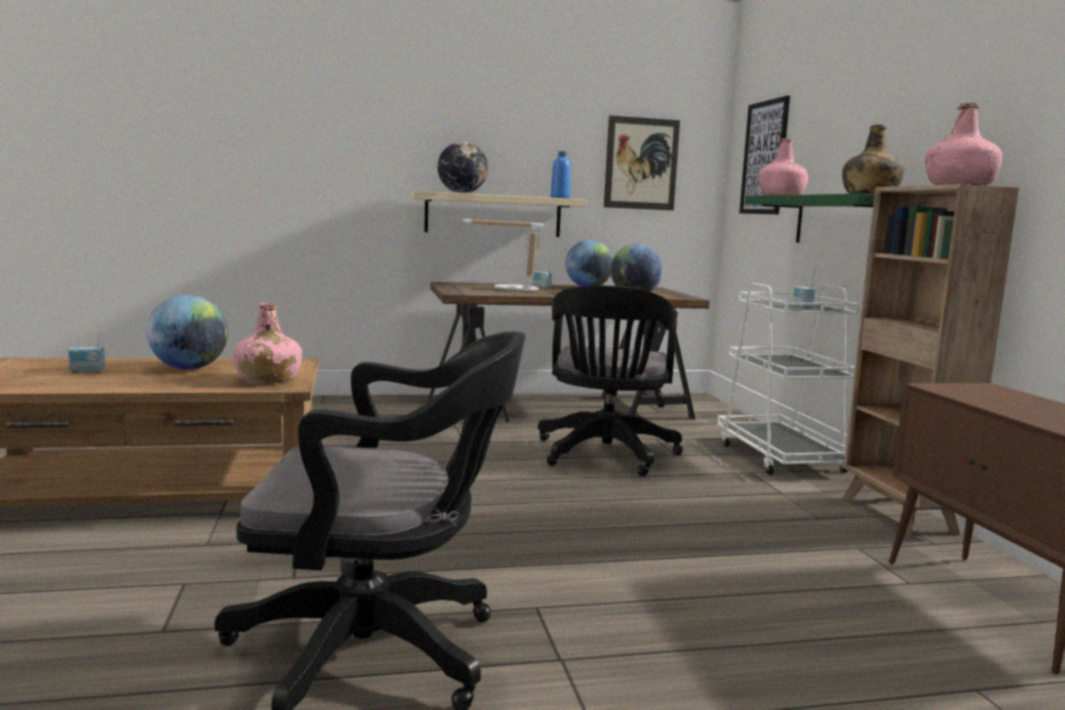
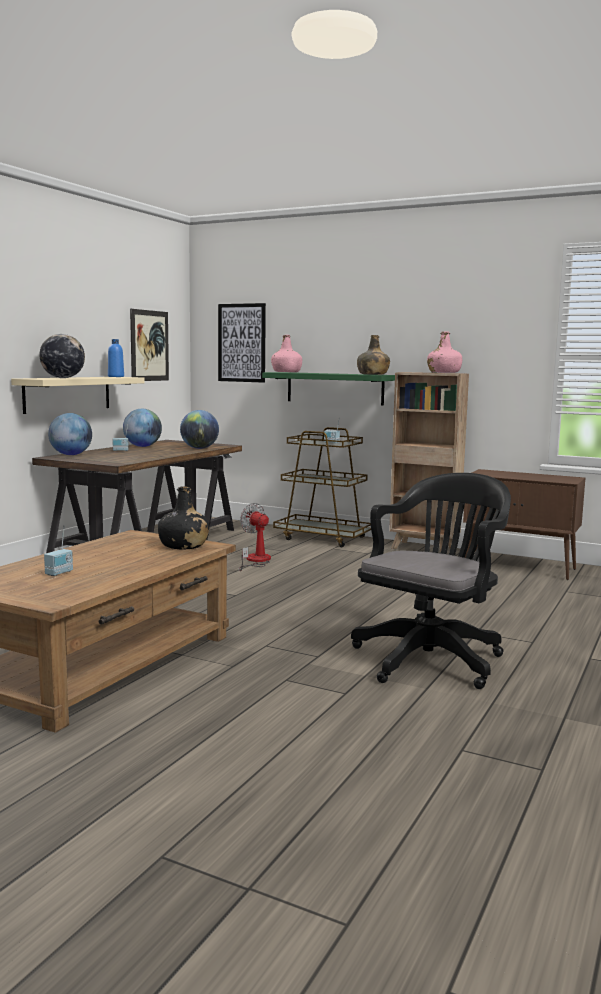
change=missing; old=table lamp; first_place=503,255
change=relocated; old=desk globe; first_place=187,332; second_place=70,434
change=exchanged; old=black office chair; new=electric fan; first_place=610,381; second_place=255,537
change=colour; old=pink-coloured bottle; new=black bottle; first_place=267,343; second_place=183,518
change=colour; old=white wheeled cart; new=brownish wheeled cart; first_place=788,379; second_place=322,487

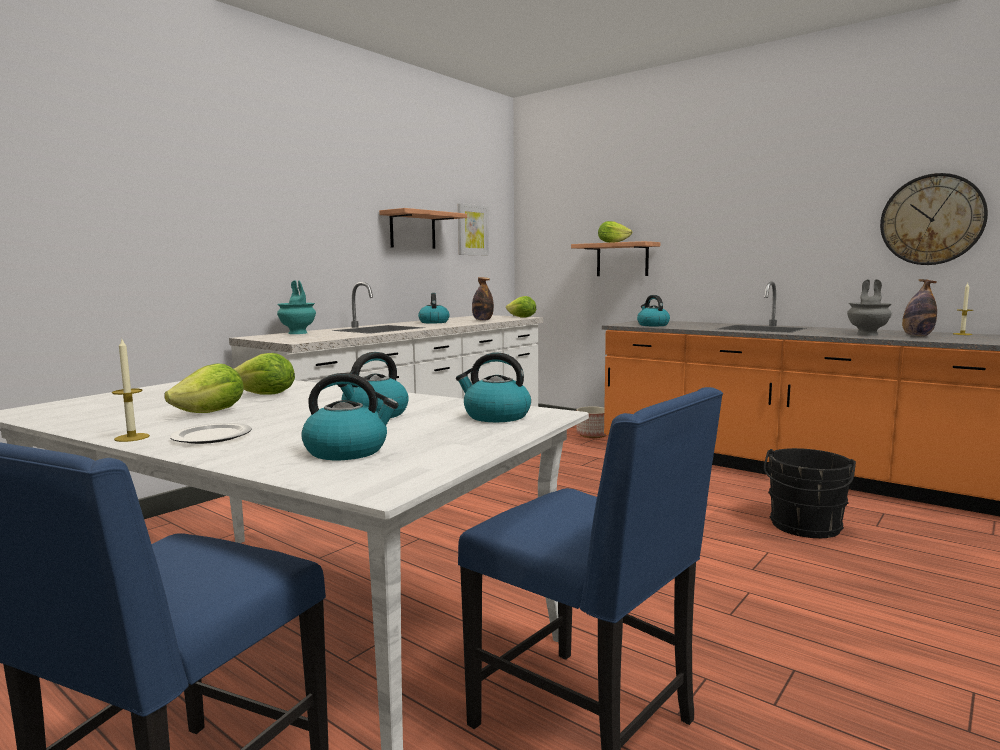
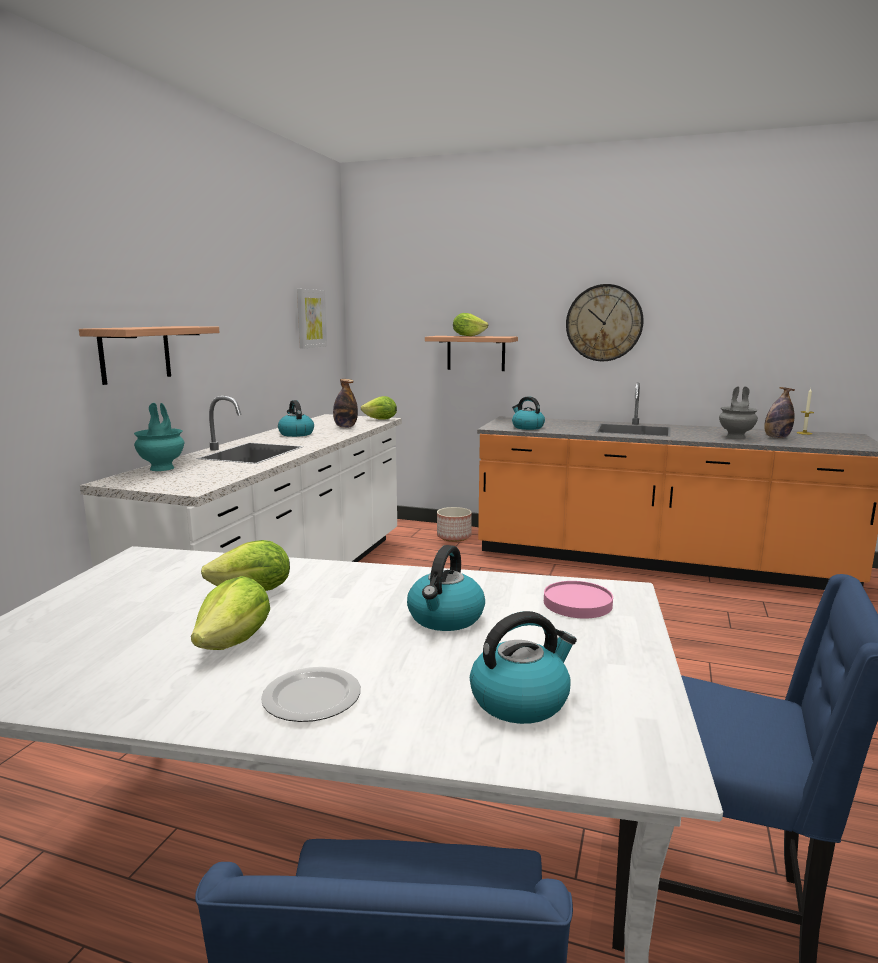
change=missing; old=candle; first_place=131,390
change=missing; old=black water bucket; first_place=810,493
change=relocated; old=bracket shelf; first_place=423,228; second_place=149,355
change=relocated; old=hanging clock; first_place=934,219; second_place=605,322
change=exchanged; old=tea kettle; new=pink-coloured dinner plate; first_place=493,387; second_place=578,599

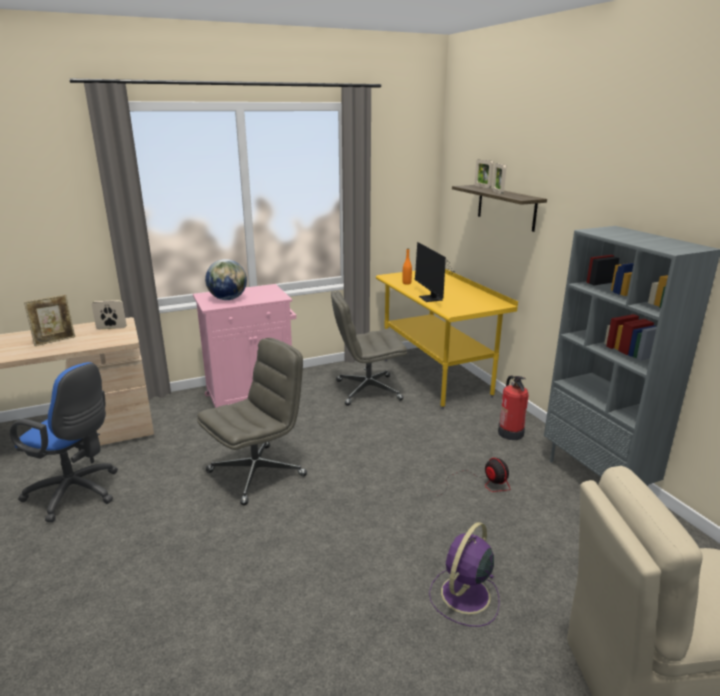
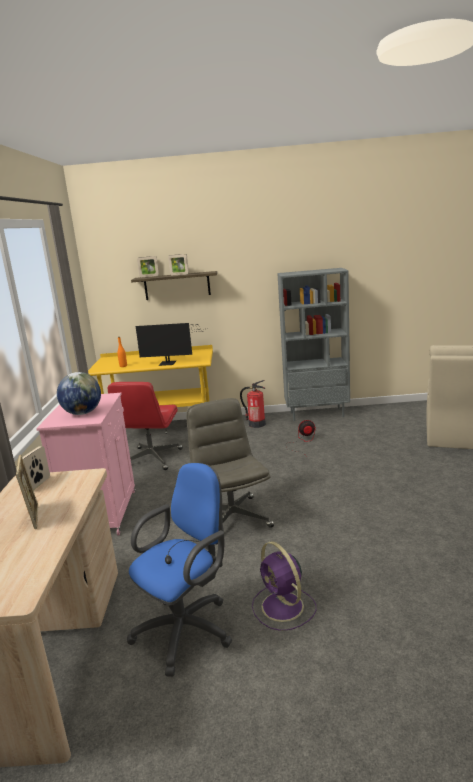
change=relocated; old=purplish electric fan; first_place=464,574; second_place=284,586
change=colour; old=greyish office chair; new=reddish office chair; first_place=369,348; second_place=145,426

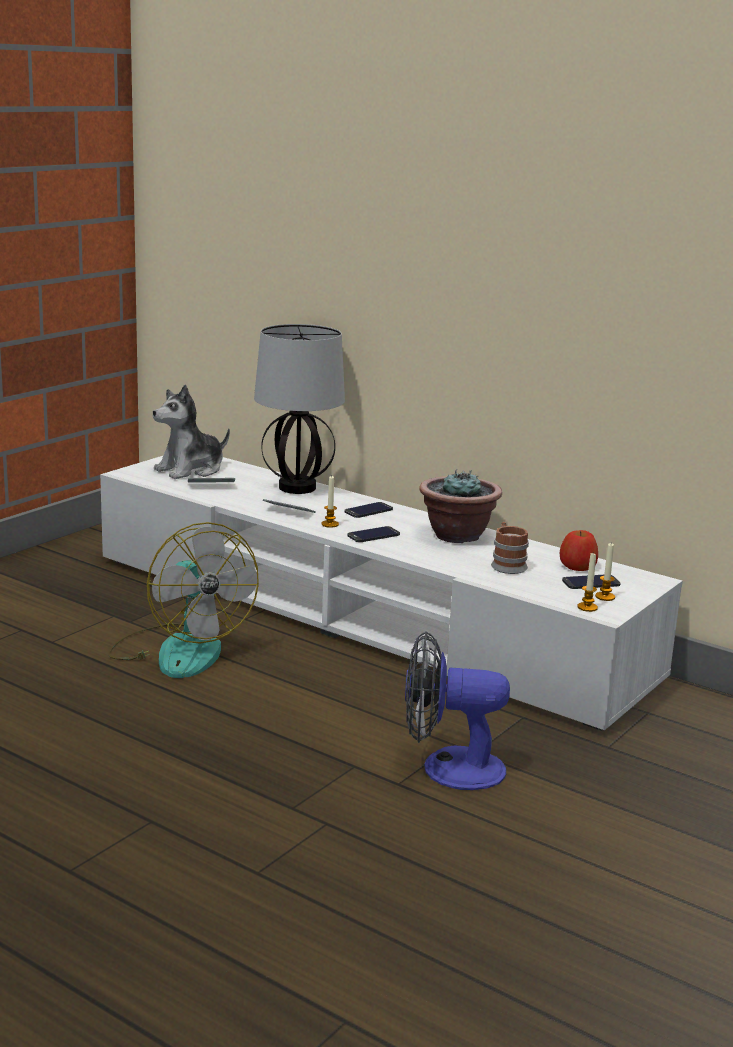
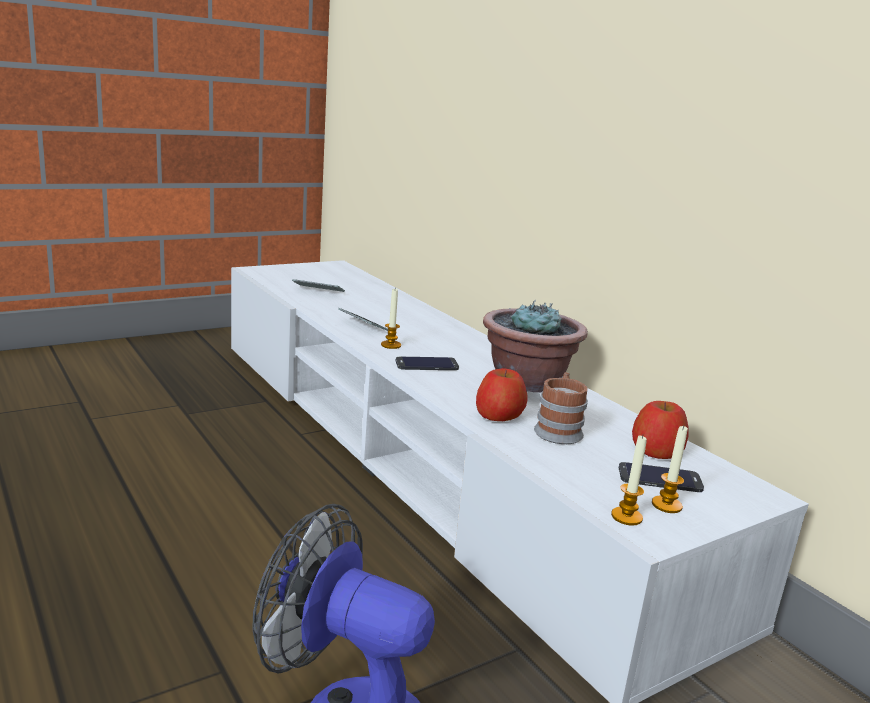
change=missing; old=electric fan; first_place=183,600
change=missing; old=cuddly toy; first_place=191,431
change=missing; old=table lamp; first_place=299,409
change=missing; old=phone; first_place=368,510
change=appeared; new=apple; second_place=501,394

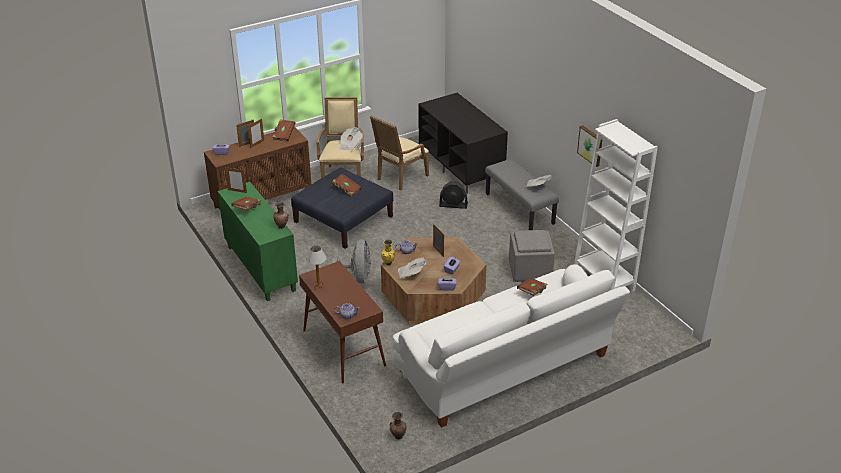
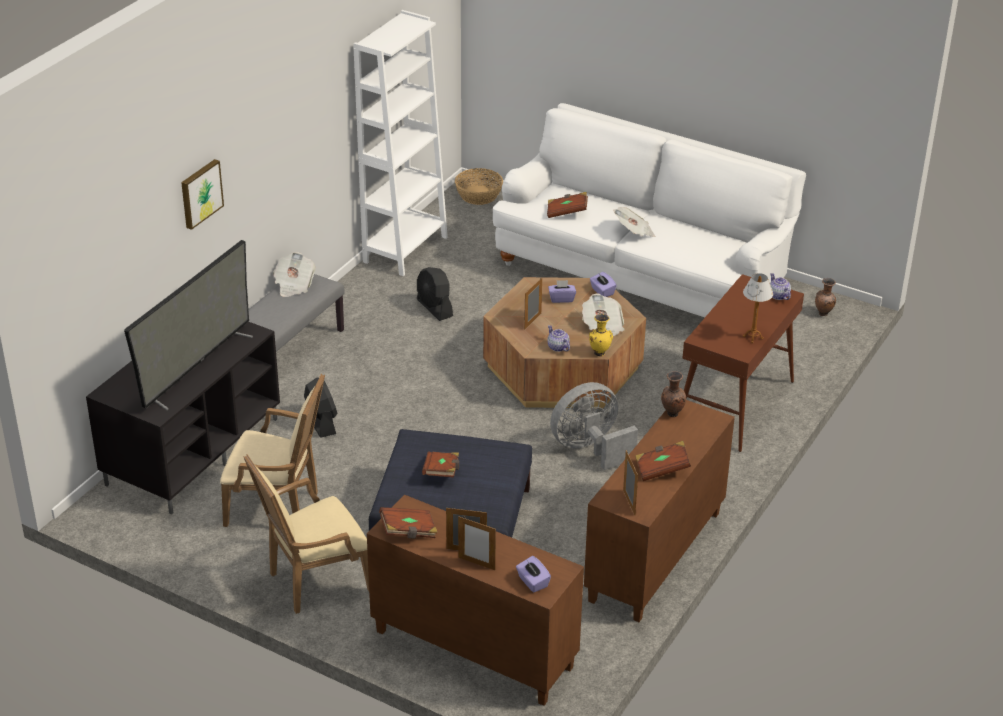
change=appeared; new=TV set; second_place=188,325
change=appeared; new=storage basket; second_place=479,186
change=relocated; old=printed paper; first_place=351,138; second_place=634,222
change=relocated; old=wall art; first_place=589,146; second_place=202,194
change=exchanged; old=greyish footrest; new=black electric fan; first_place=532,256; second_place=435,294
change=colour; old=greenish storage cabinet; new=brownish storage cabinet; first_place=258,241; second_place=659,511

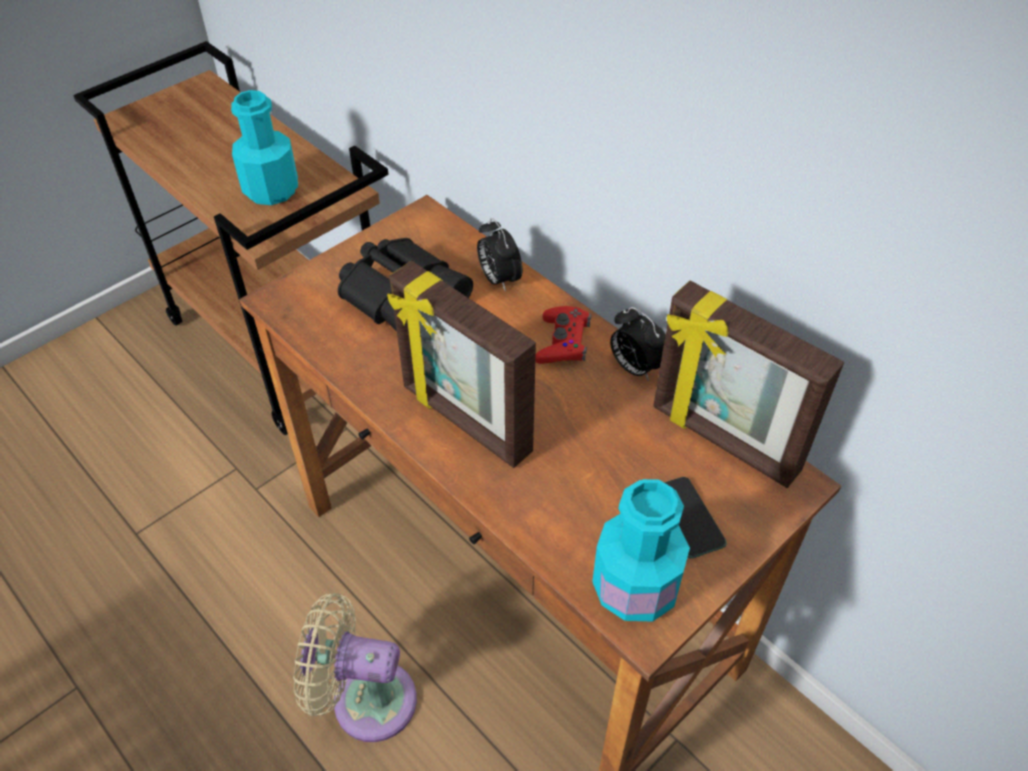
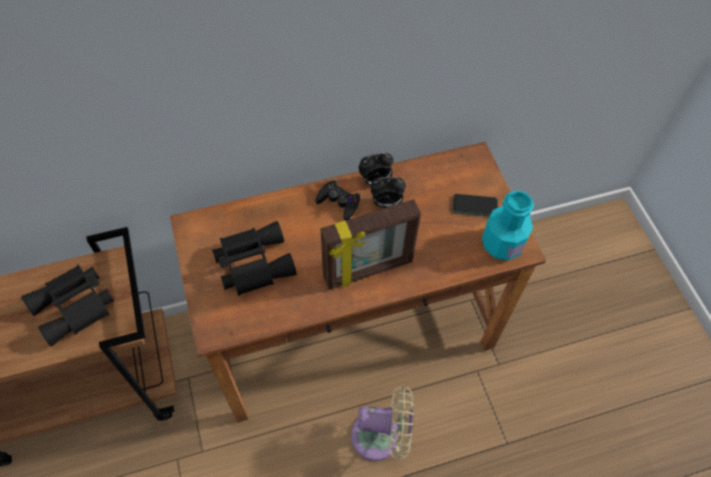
change=missing; old=standing frame; first_place=748,384
change=relocated; old=bedside clock; first_place=499,255; second_place=388,192
change=exchanged; old=turquoise bottle; new=black pair of binoculars; first_place=264,147; second_place=67,305
change=colour; old=reddish joypad; new=black joypad; first_place=563,335; second_place=337,200
change=spun; old=beige electric fan; first_place=355,667; second_place=382,423; degrees=-120

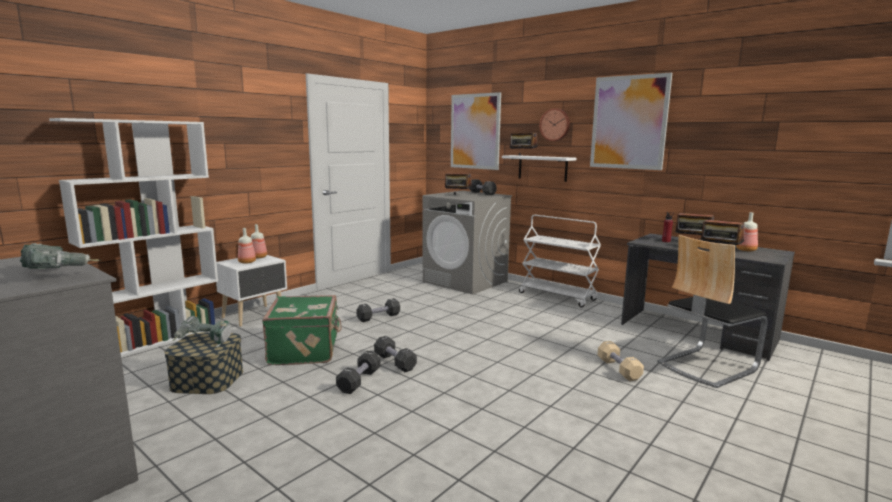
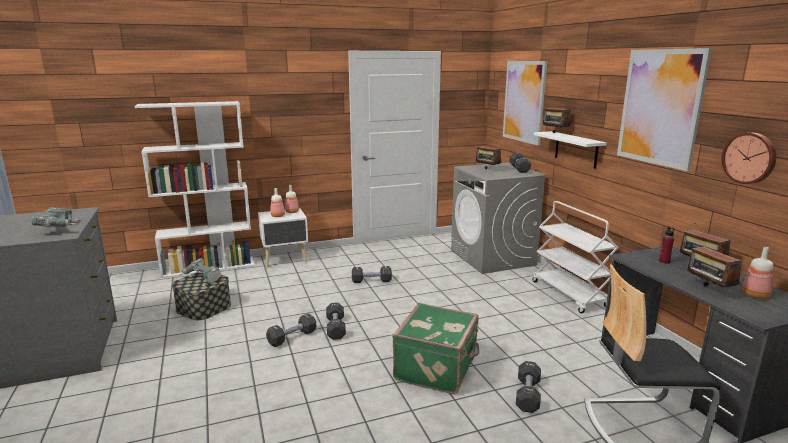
change=relocated; old=greenish travel case; first_place=302,330; second_place=435,348
change=relocated; old=hanging clock; first_place=555,124; second_place=749,158
change=colour; old=beige dumbbell; new=black dumbbell; first_place=621,361; second_place=528,387

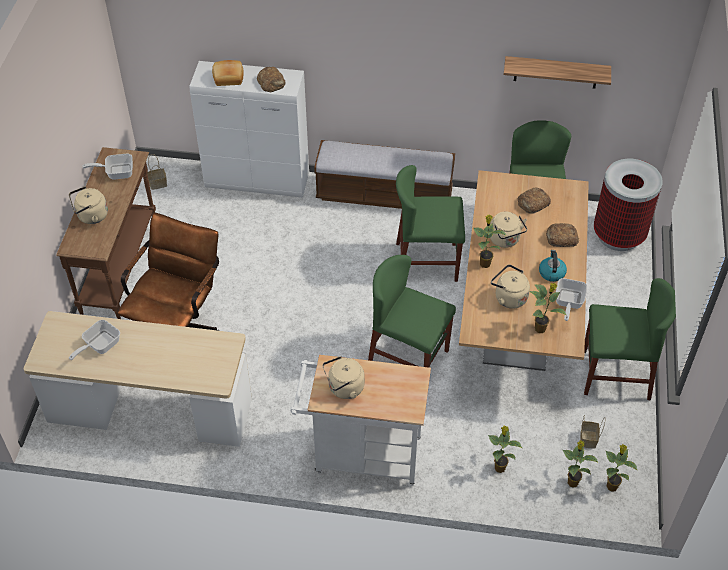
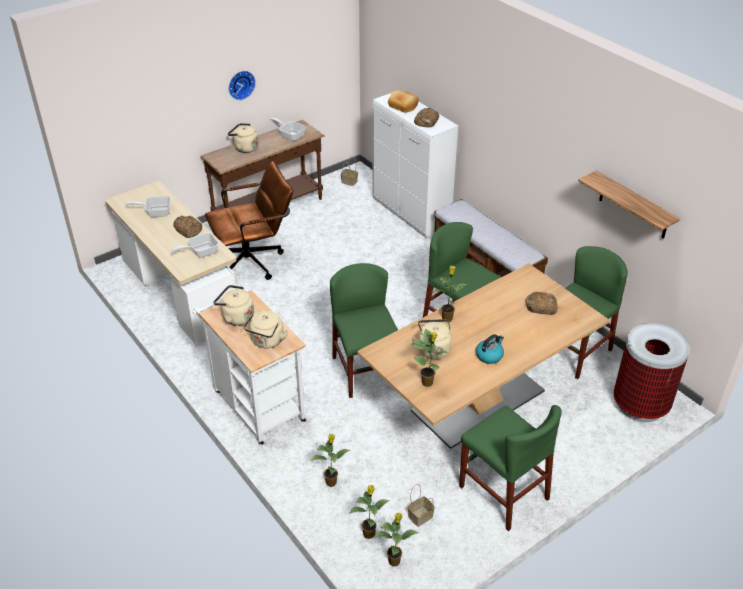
change=appeared; new=hanging clock; second_place=242,85
change=relocated; old=beige tea kettle; first_place=508,230; second_place=266,329
change=relocated; old=bread; first_place=562,235; second_place=187,227
change=relocated; old=skillet; first_place=571,299; second_place=194,245

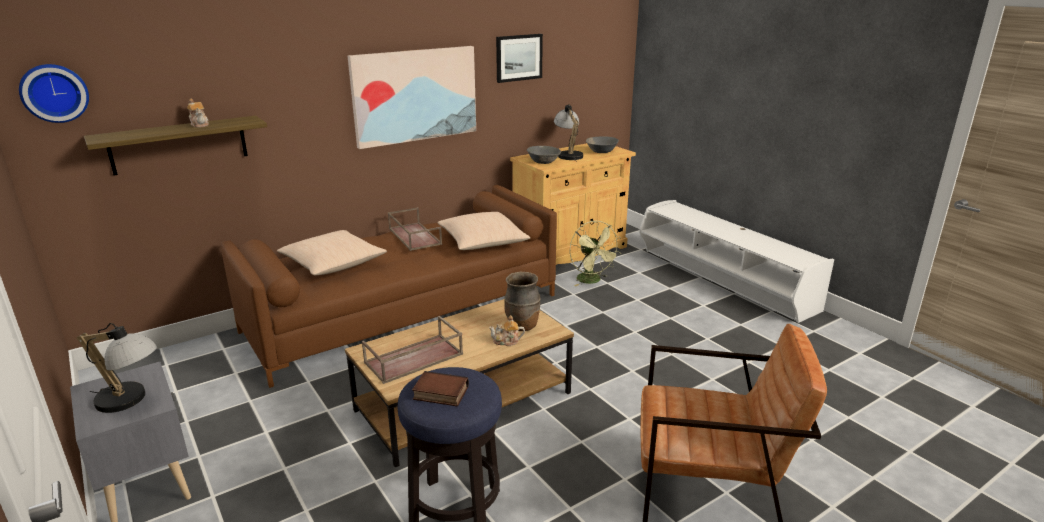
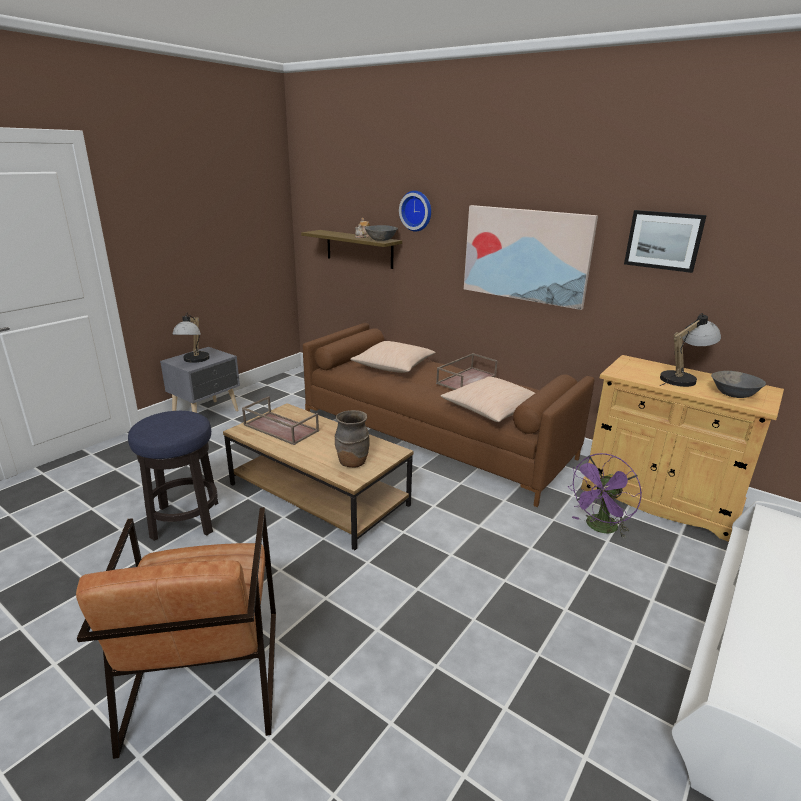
change=missing; old=bound book; first_place=440,388
change=missing; old=tea pot; first_place=507,330
change=relocated; old=hanging clock; first_place=54,93; second_place=415,211
change=relocated; old=greyish deep dish; first_place=544,155; second_place=381,233
change=colour; old=greenish electric fan; new=purplish electric fan; first_place=595,253; second_place=604,495

